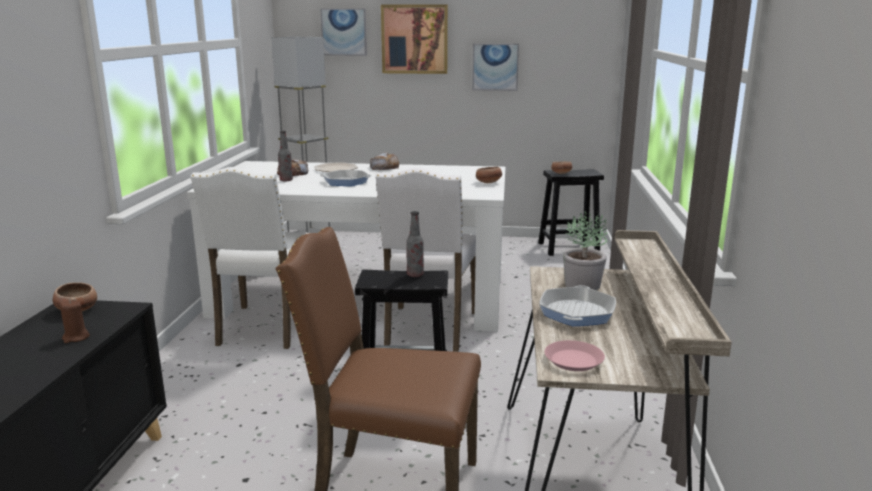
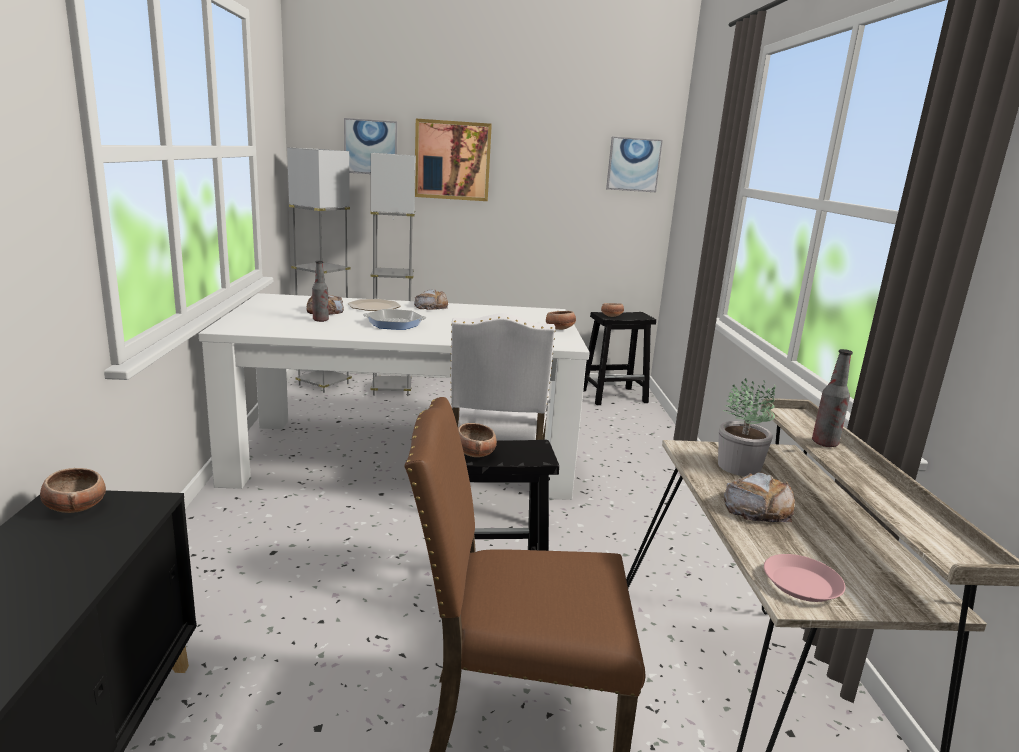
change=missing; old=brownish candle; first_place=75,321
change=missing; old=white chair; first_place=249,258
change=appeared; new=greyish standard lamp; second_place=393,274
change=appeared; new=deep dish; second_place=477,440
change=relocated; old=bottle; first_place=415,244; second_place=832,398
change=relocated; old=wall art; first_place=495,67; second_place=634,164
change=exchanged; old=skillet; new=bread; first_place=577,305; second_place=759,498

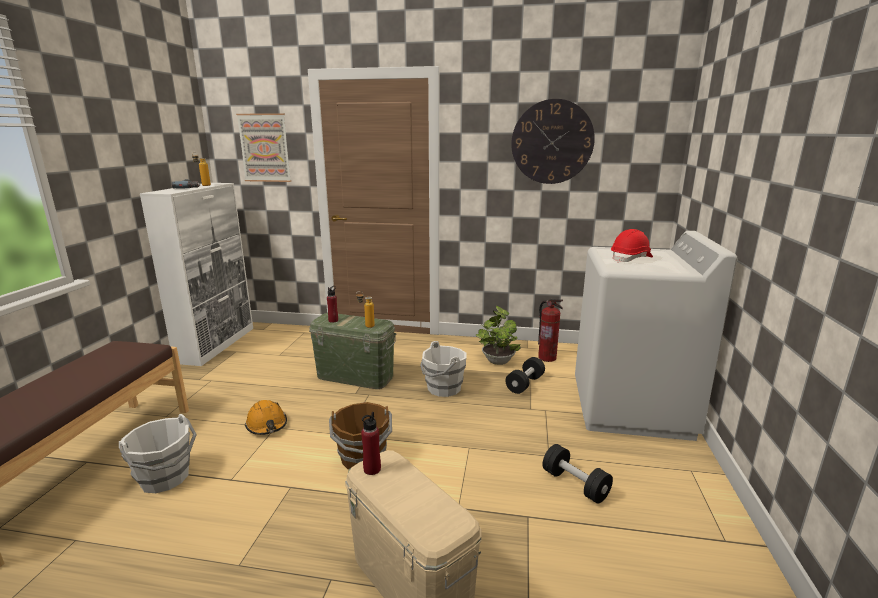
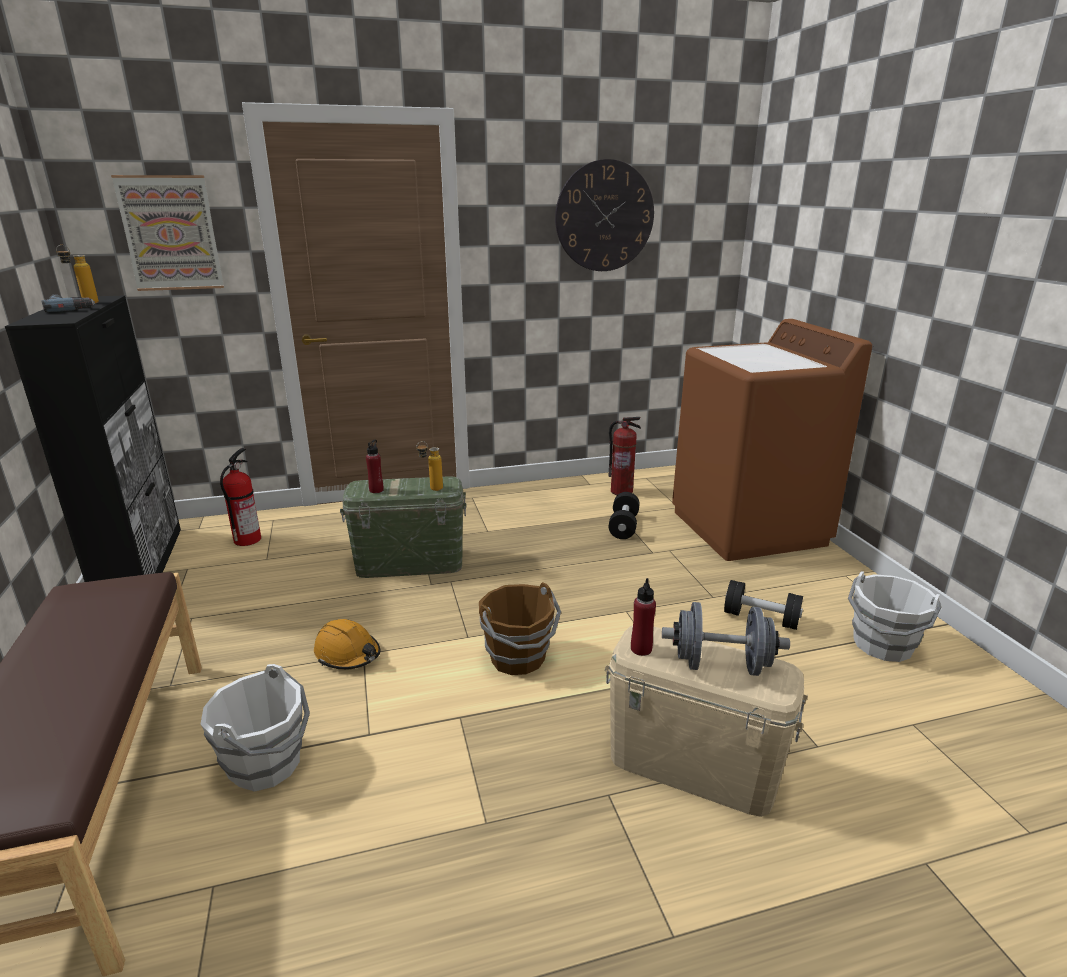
change=missing; old=plant in a pot; first_place=498,335
change=missing; old=reddish hard hat; first_place=632,246
change=appeared; new=fire extinguisher; second_place=240,497
change=appeared; new=greyish dumbbell; second_place=726,639
change=relocated; old=white water bucket; first_place=443,369; second_place=894,616
change=colour; old=white storage cabinet; new=black storage cabinet; first_place=196,274; second_place=93,438
change=colour; old=white laundry machine; new=brownish laundry machine; first_place=656,336; second_place=772,440

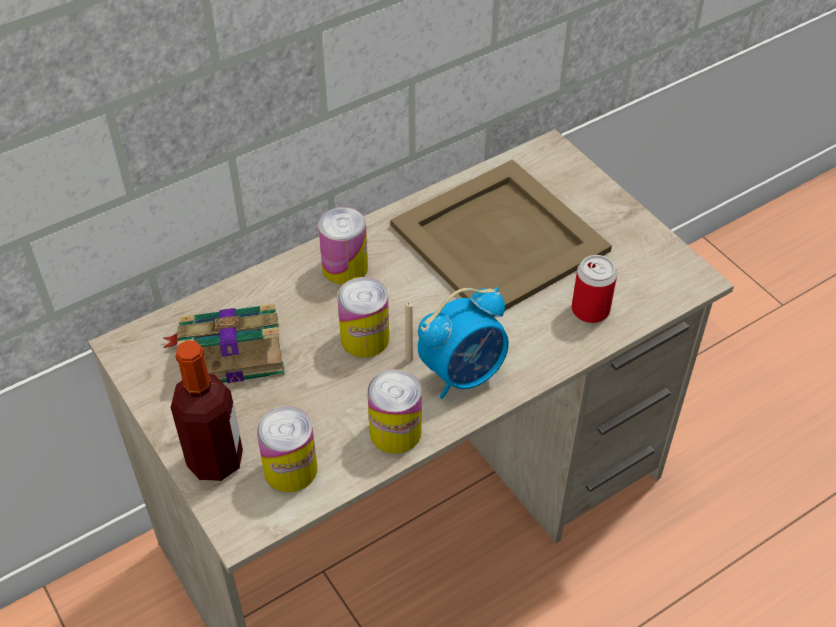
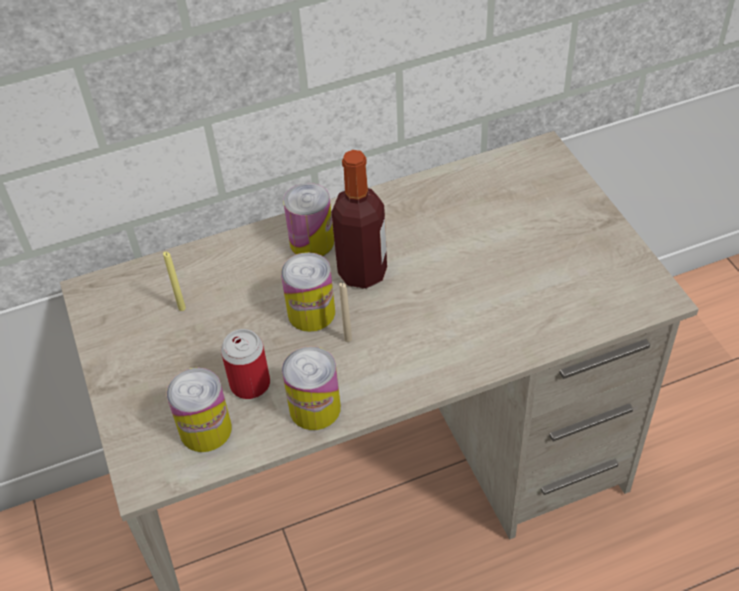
change=missing; old=beige serving tray; first_place=501,238
change=missing; old=bedside clock; first_place=463,343
change=relocated; old=bottle; first_place=207,410; second_place=359,219
change=relocated; old=can; first_place=594,289; second_place=245,364
change=exchanged; old=bound book; new=yellowish candle; first_place=224,343; second_place=174,281

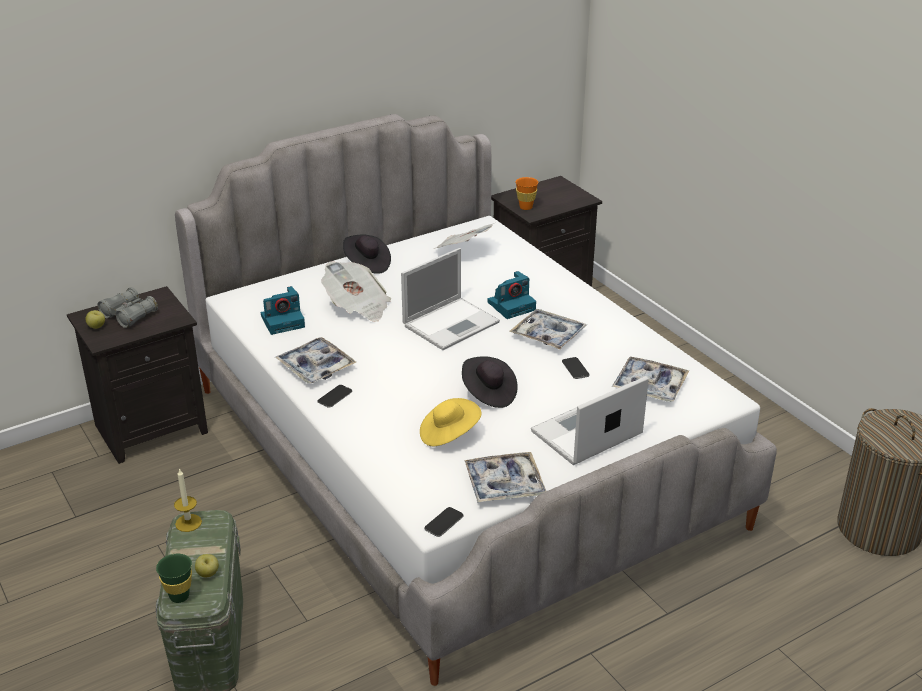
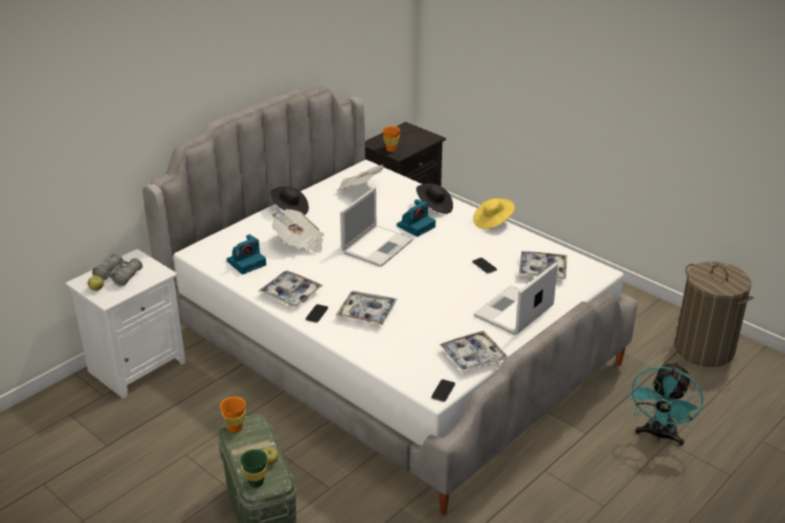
change=appeared; new=turquoise electric fan; second_place=666,404
change=relocated; old=yellowish hat; first_place=451,422; second_place=494,213
change=relocated; old=black hat; first_place=490,382; second_place=434,198
change=relocated; old=serving tray; first_place=548,329; second_place=366,308
change=exchanged; old=candle; new=orangey small cup; first_place=188,500; second_place=233,415
change=colour; old=black night table; new=white night table; first_place=137,375; second_place=125,323

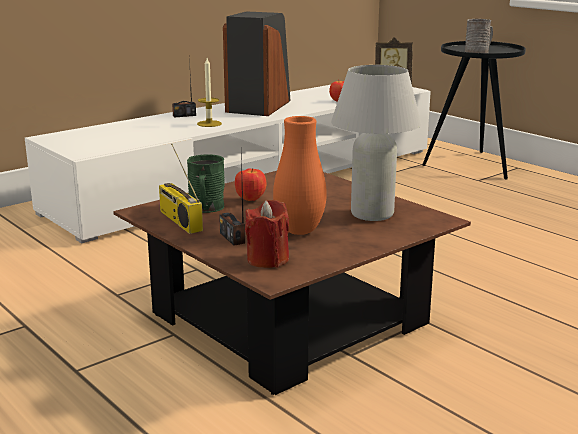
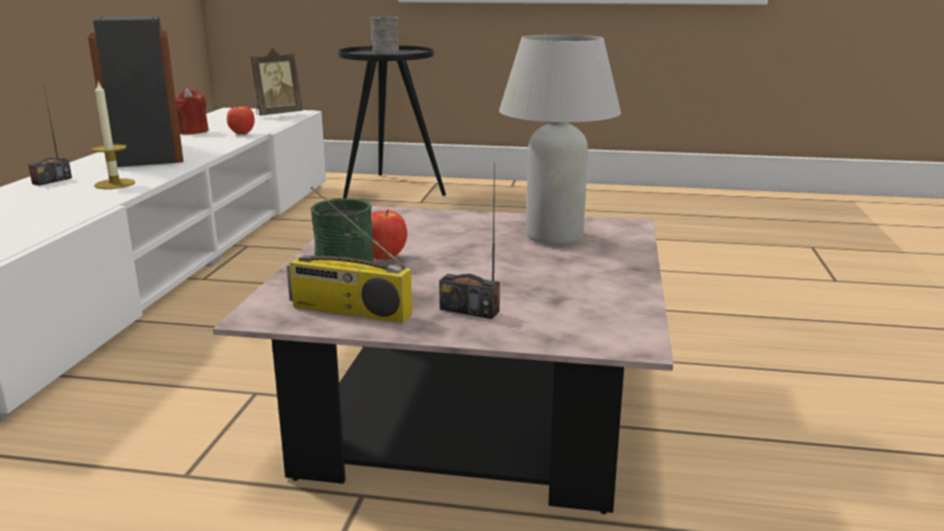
change=missing; old=orangey vase; first_place=300,175
change=relocated; old=reddish candle; first_place=267,234; second_place=192,111
change=colour; old=brownish lounge table; new=pink-coloured lounge table; first_place=292,283; second_place=443,360

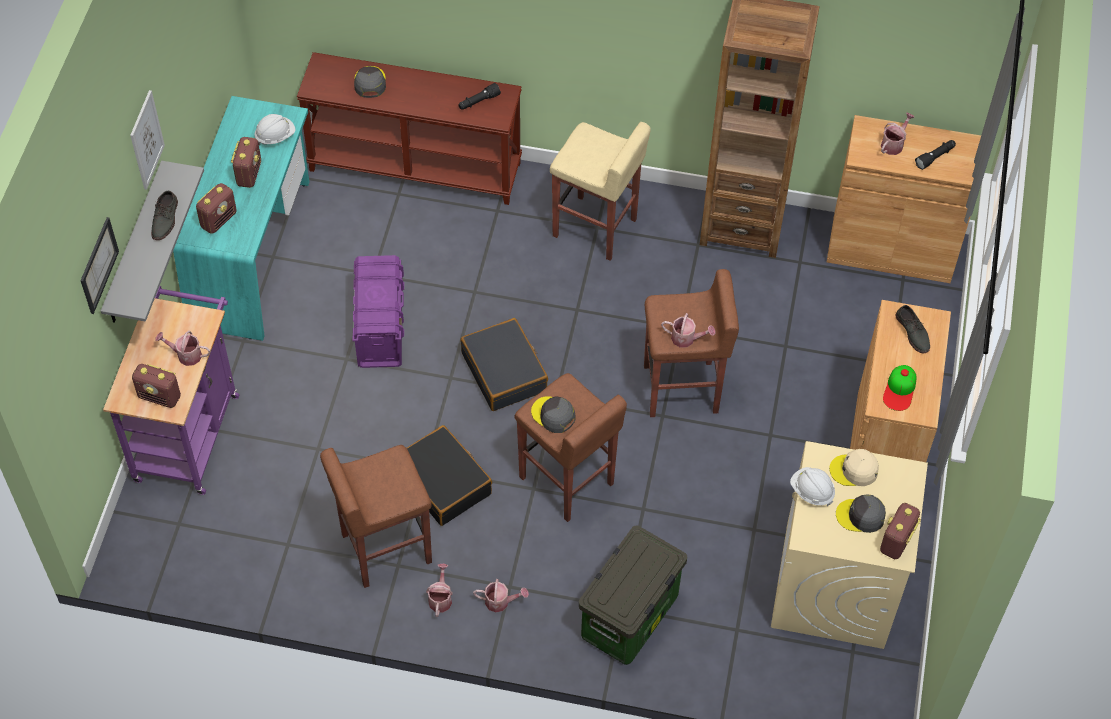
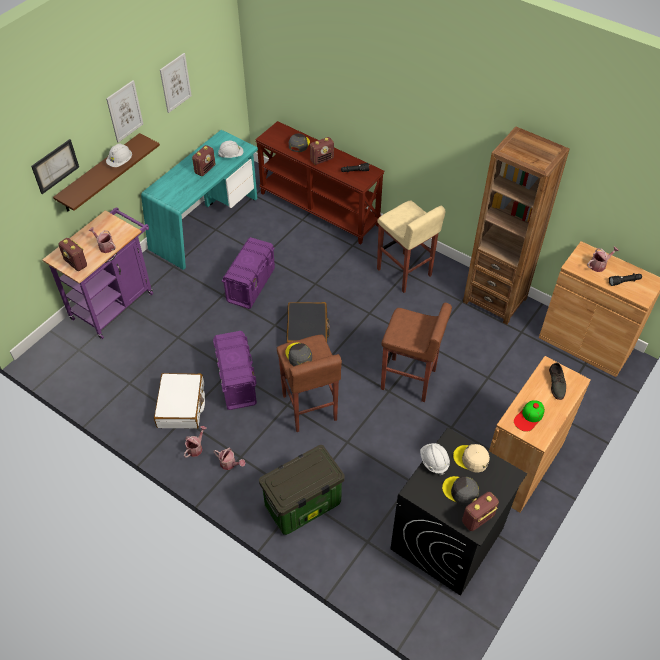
change=missing; old=watering can; first_place=688,330
change=appeared; new=wall art; second_place=176,83
change=relocated; old=radio; first_place=216,208; second_place=322,151
change=exchanged; old=greyish low shoe; new=white hard hat; first_place=164,215; second_place=119,155
change=exchanged; old=brownish sitting stool; new=white travel case; first_place=376,516; second_place=179,401
change=exchanged; old=black travel case; new=purplish storage bin; first_place=449,475; second_place=235,370
change=colour; old=greyish bracket shelf; new=brownish bracket shelf; first_place=152,242; second_place=106,172
change=colour; old=beige laundry machine; new=black laundry machine; first_place=849,545; second_place=458,512

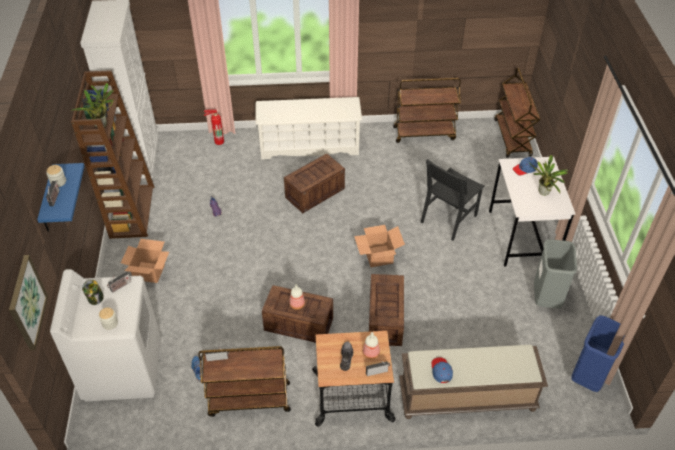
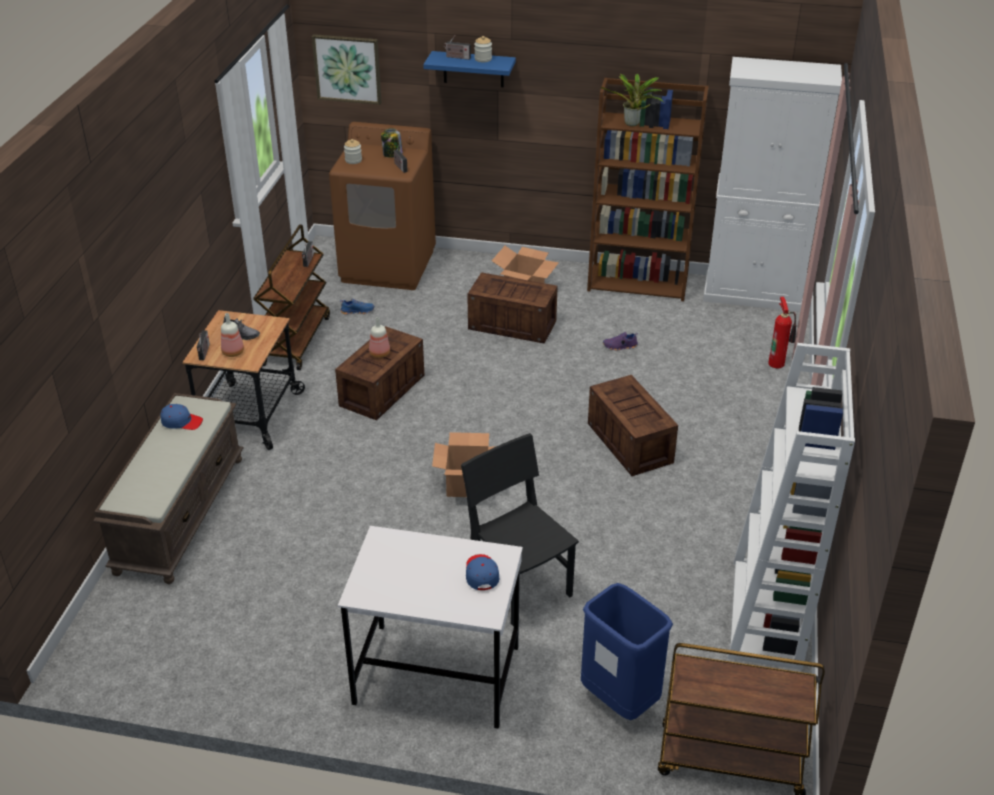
change=missing; old=white shoe stand; first_place=308,128
change=missing; old=plant in a pot; first_place=548,175
change=missing; old=greyish rubbish bin; first_place=555,274
change=relocated; old=packing crate; first_place=386,310; second_place=512,308
change=relocated; old=blue-coloured rubbish bin; first_place=598,353; second_place=627,651
change=exchanged; old=brownish wheeled cart; new=white bookcase; first_place=427,110; second_place=791,506
change=colour; old=white laundry machine; new=brownish laundry machine; first_place=105,335; second_place=382,206

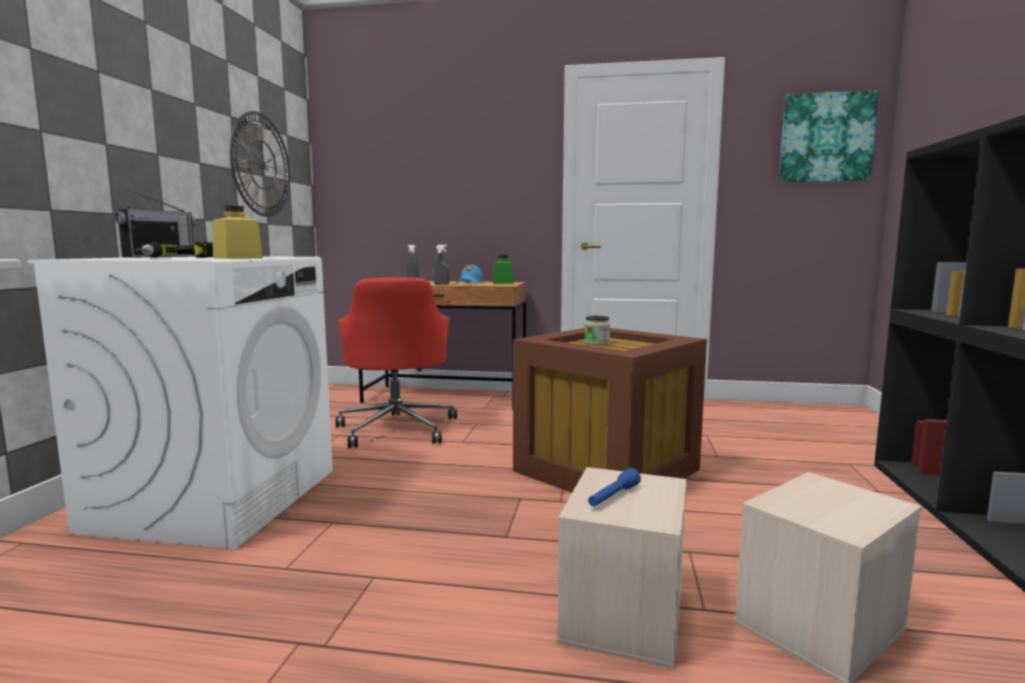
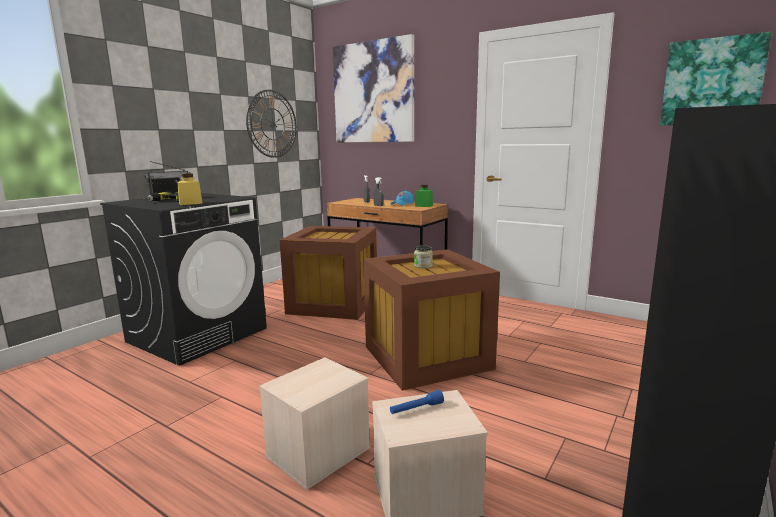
change=appeared; new=wall art; second_place=373,88
change=relocated; old=blue-coloured torch; first_place=614,487; second_place=417,402
change=exchanged; old=reddish office chair; new=brownish storage bin; first_place=396,362; second_place=328,273
change=colour; old=white laundry machine; new=black laundry machine; first_place=180,403; second_place=183,279

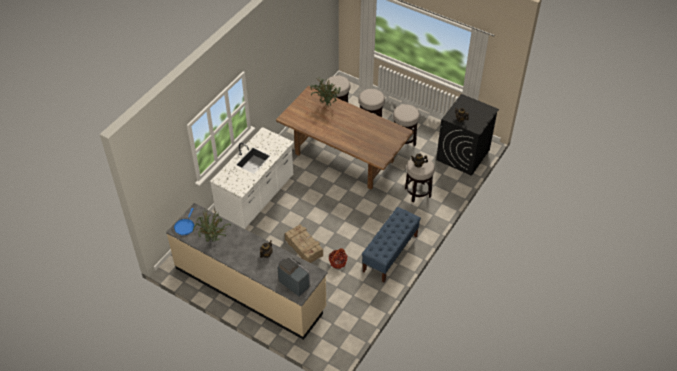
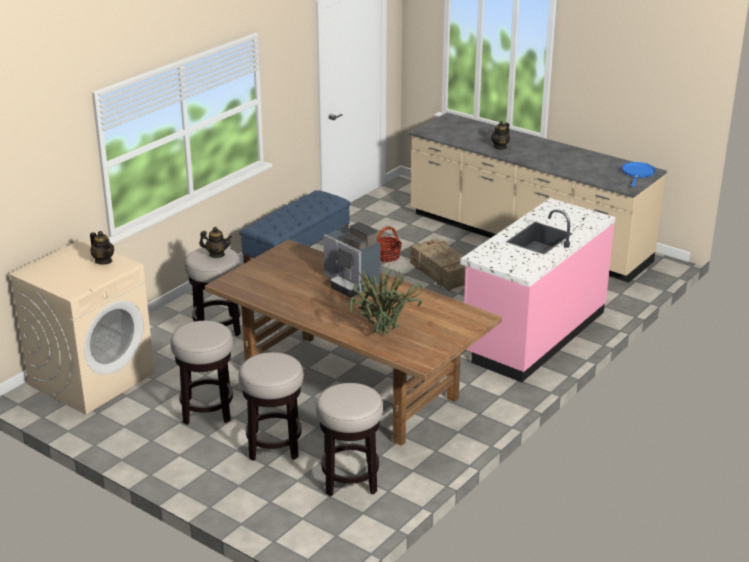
change=missing; old=plant in a pot; first_place=212,226
change=relocated; old=coffee machine; first_place=294,276; second_place=351,259
change=colour; old=white kitchen base unit; new=pink-coloured kitchen base unit; first_place=252,178; second_place=537,290
change=colour; old=black laundry machine; new=beige laundry machine; first_place=467,135; second_place=81,327

